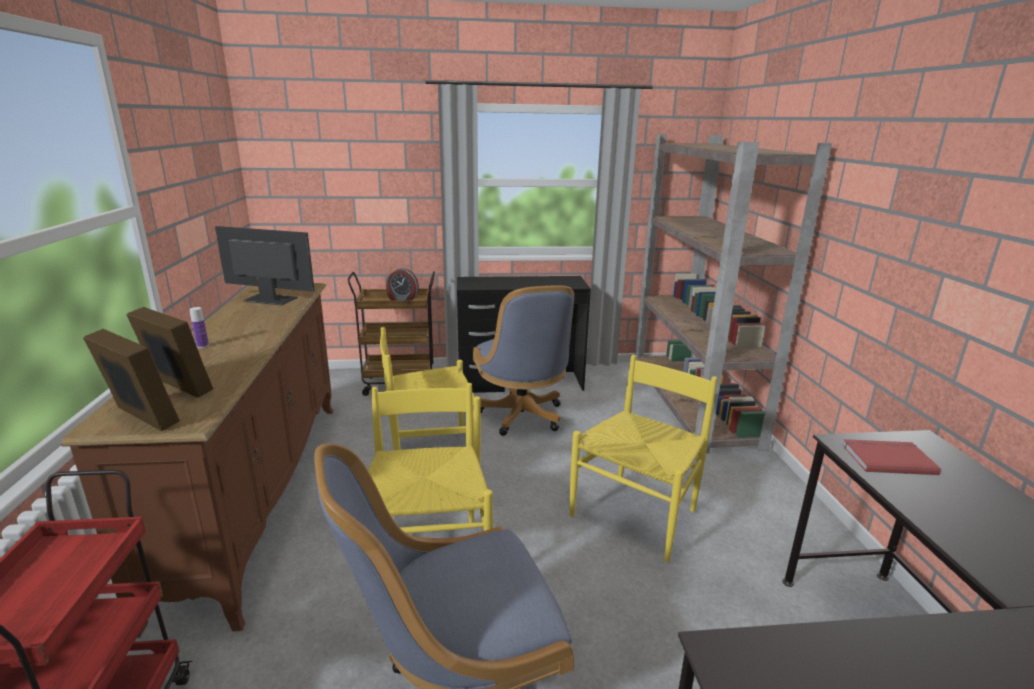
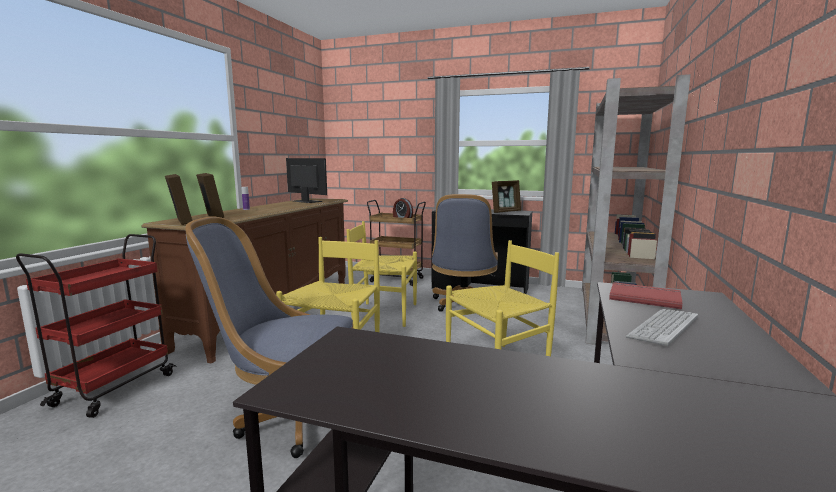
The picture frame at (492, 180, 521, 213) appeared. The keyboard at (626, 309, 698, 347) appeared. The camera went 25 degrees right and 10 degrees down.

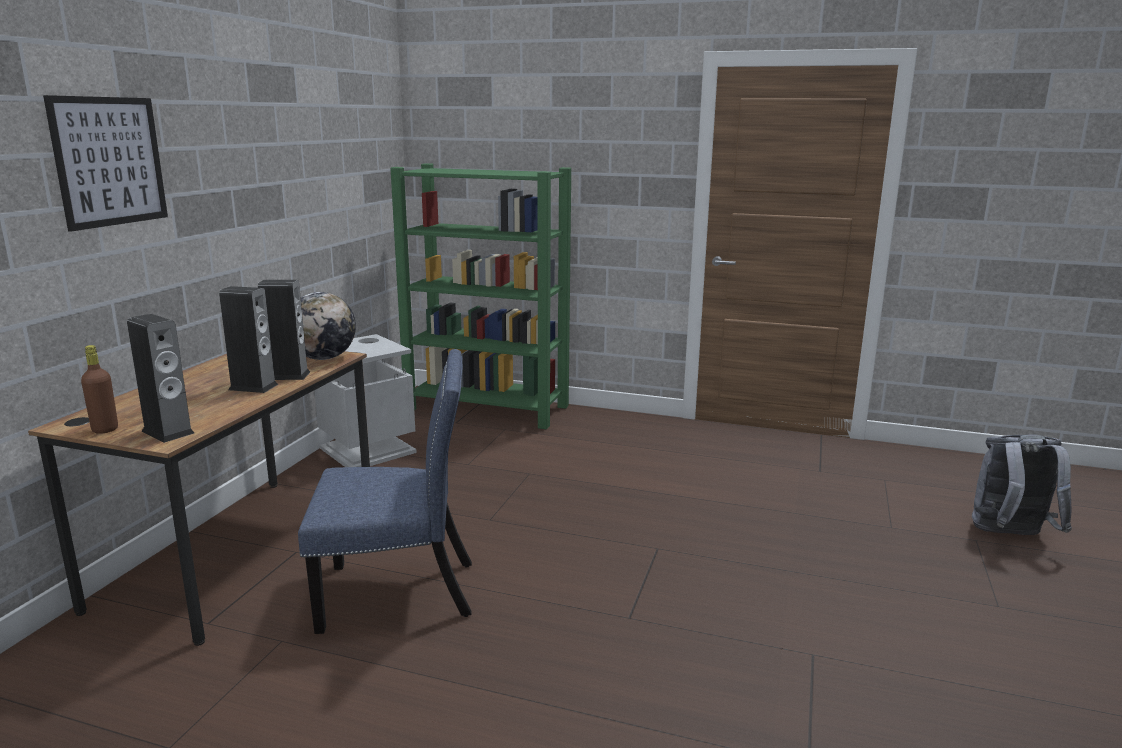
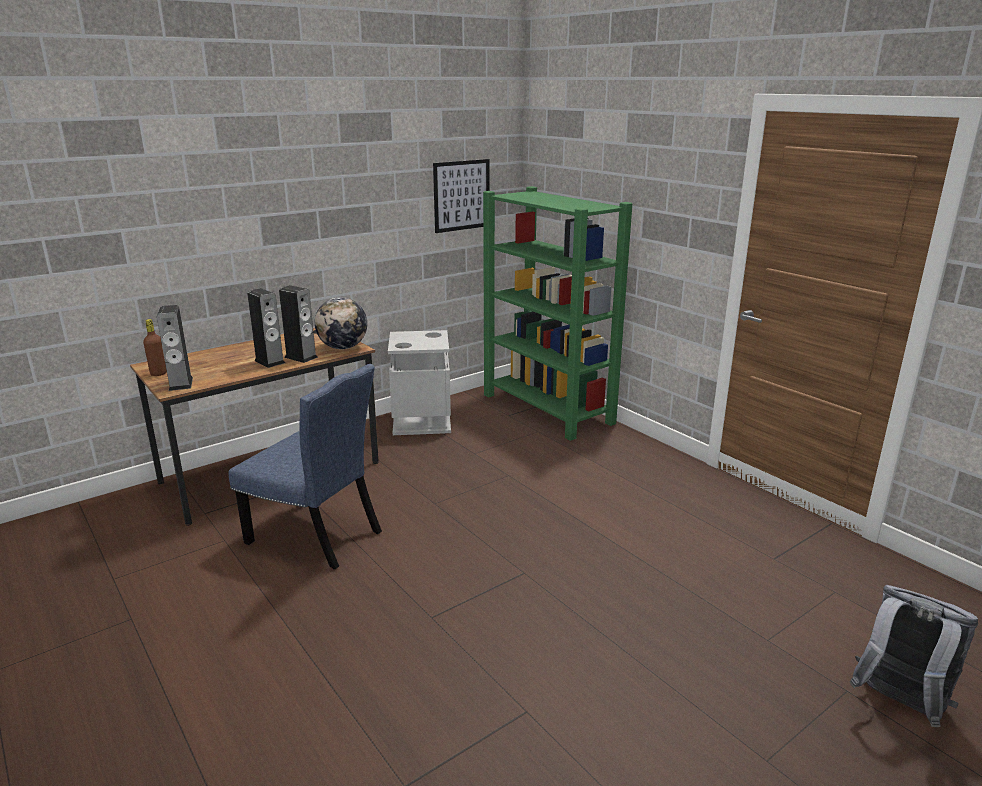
The picture moved from (43, 95, 168, 232) to (433, 159, 490, 233). The camera went 35 degrees right and 5 degrees up.

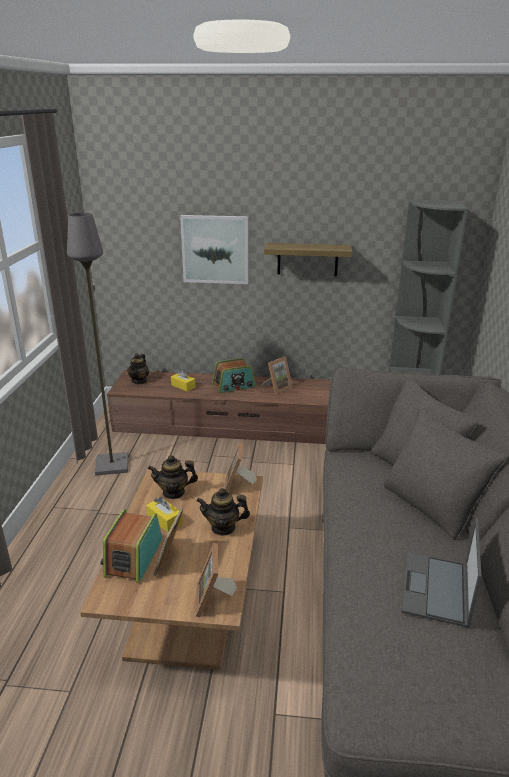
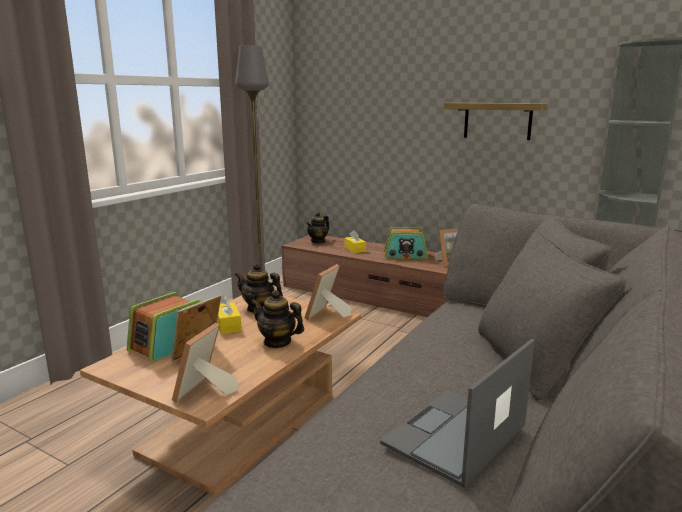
The picture at (180, 215, 248, 284) disappeared. The camera went 25 degrees right and 10 degrees down.

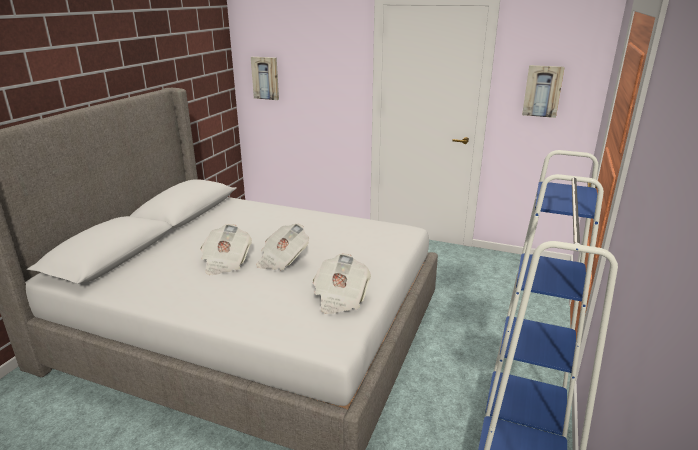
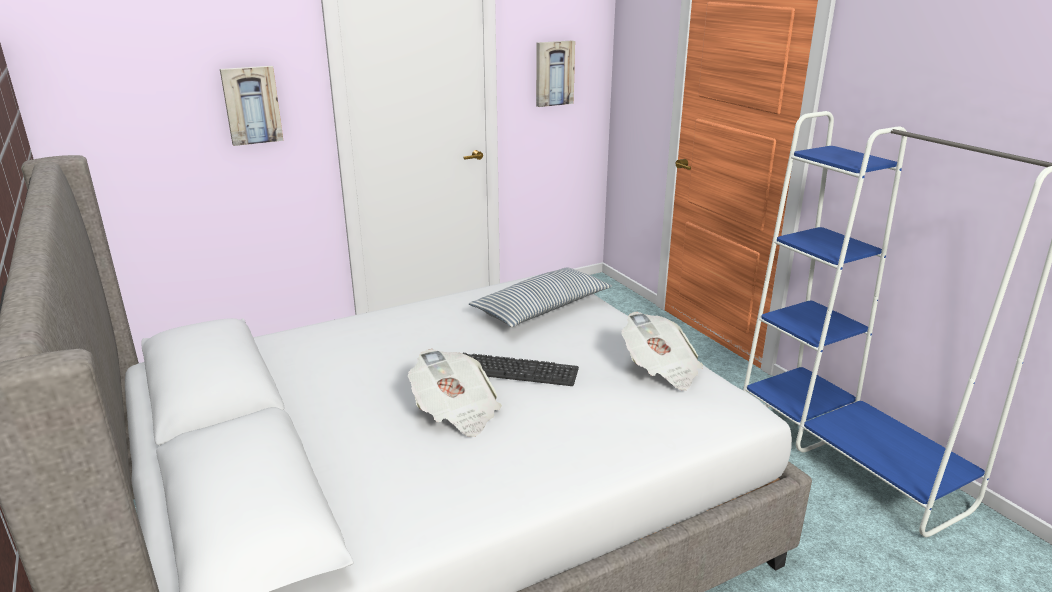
The pillow at (469, 267, 612, 327) appeared. The picture moved from (251, 57, 279, 100) to (220, 66, 284, 146). The newspaper at (256, 224, 309, 270) was replaced by the keyboard at (463, 353, 579, 386). The camera went 50 degrees left and 0 degrees up.

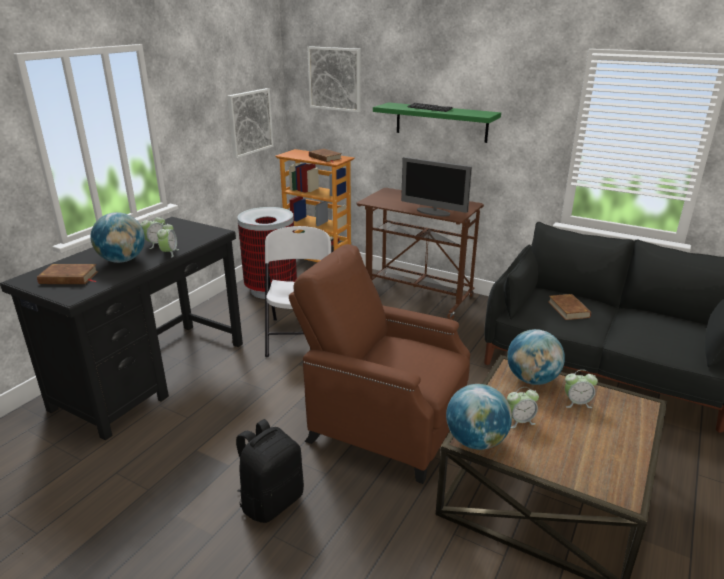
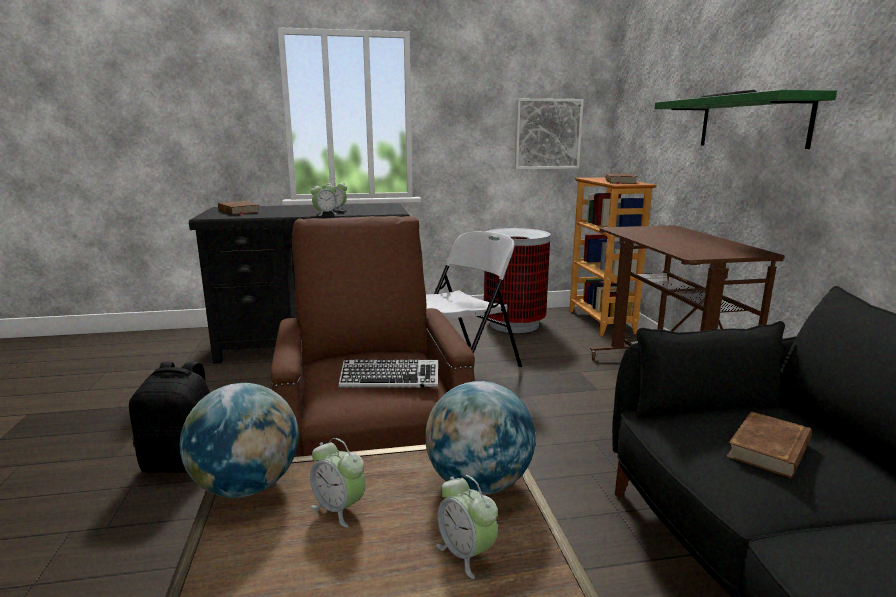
The globe at (90, 212, 145, 263) disappeared. The picture at (307, 46, 361, 112) disappeared. The monitor at (401, 157, 472, 216) disappeared. The keyboard at (339, 360, 438, 387) appeared. The camera went 50 degrees right and 10 degrees down.

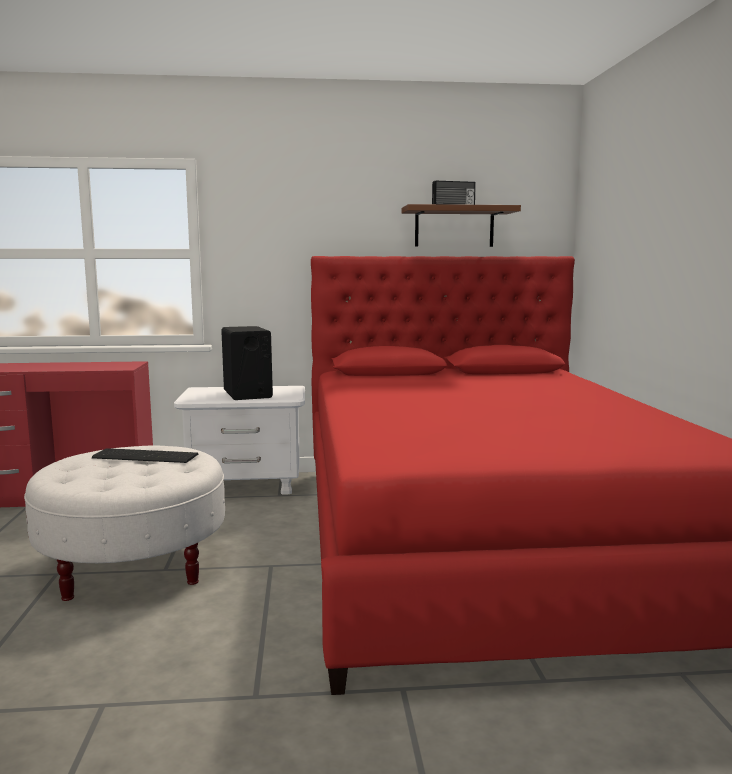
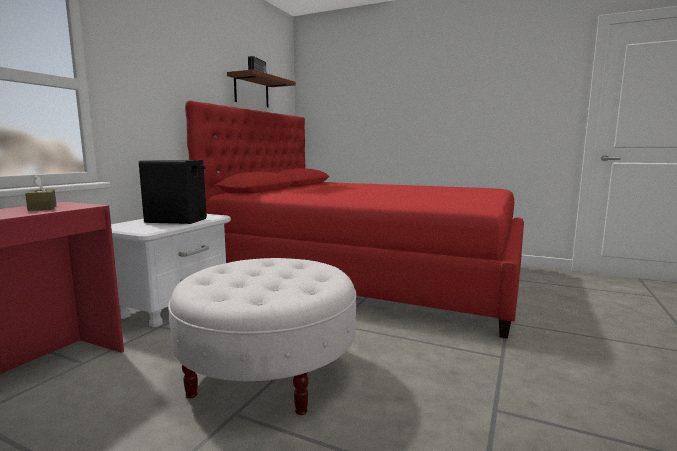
The keyboard at (92, 448, 198, 463) disappeared. The brown tissue box at (25, 175, 56, 211) appeared. The camera went 60 degrees left and 0 degrees up.

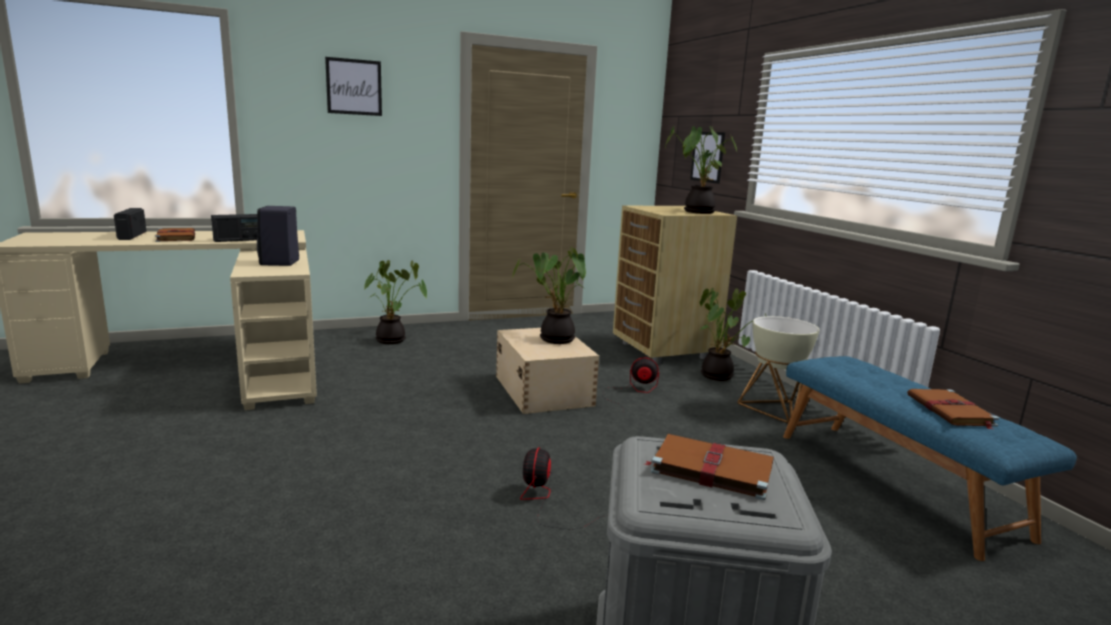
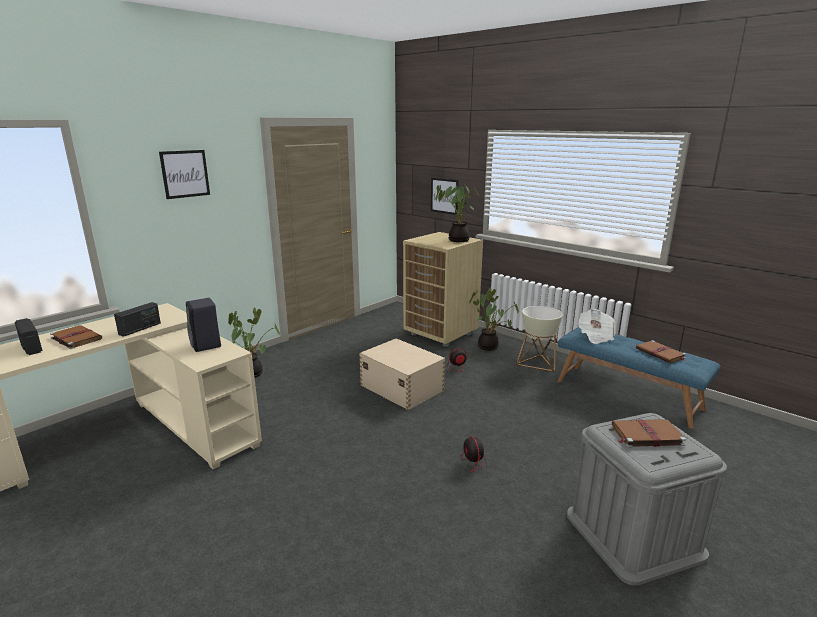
The potted plant at (512, 247, 586, 344) disappeared. The newspaper at (578, 309, 616, 344) appeared. The camera went 25 degrees left and 5 degrees up.

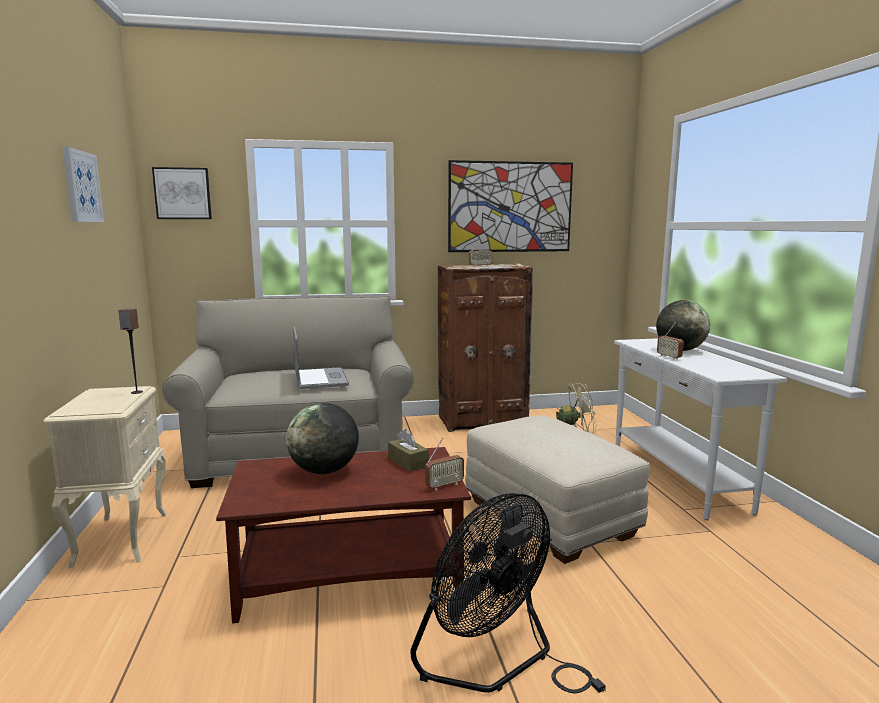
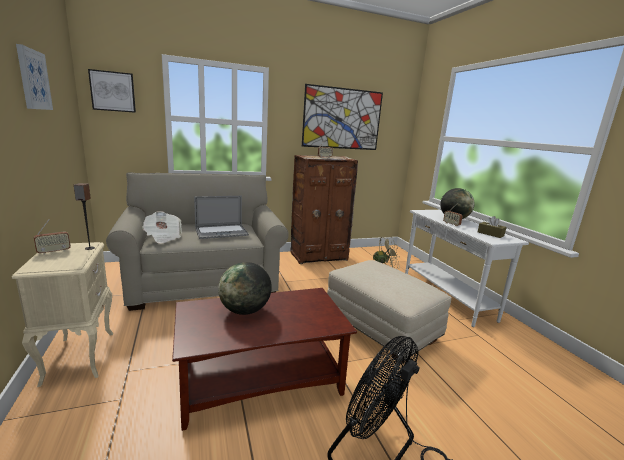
The newspaper at (142, 211, 182, 244) appeared. The brown tissue box moved from (388, 429, 429, 472) to (478, 216, 506, 238). The radio moved from (425, 437, 464, 490) to (34, 219, 71, 255). The laptop at (293, 326, 349, 389) turned 90 degrees clockwise. The camera went 10 degrees left and 5 degrees up.

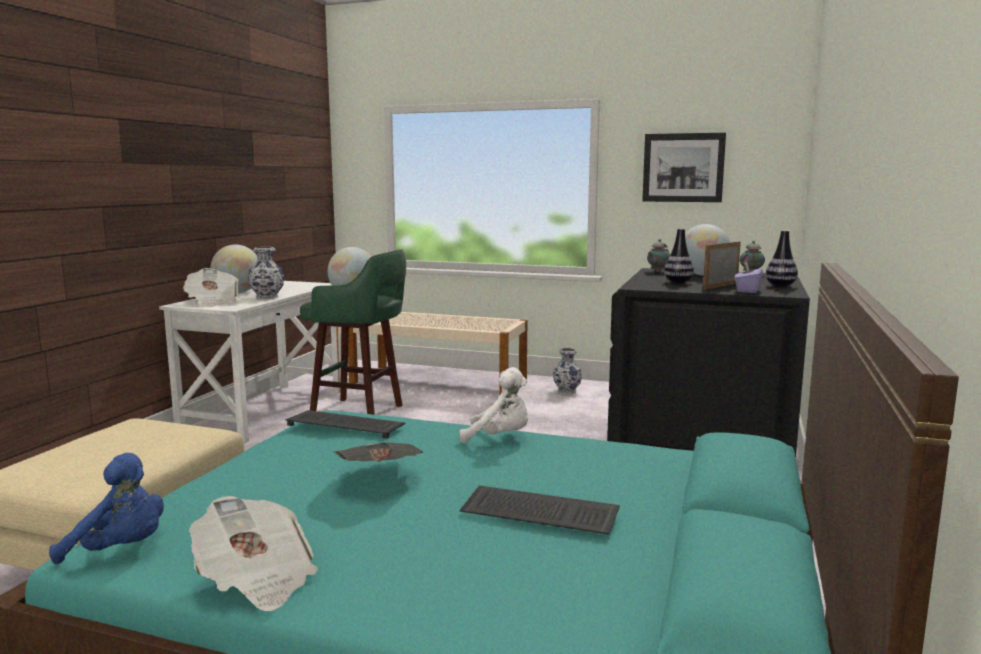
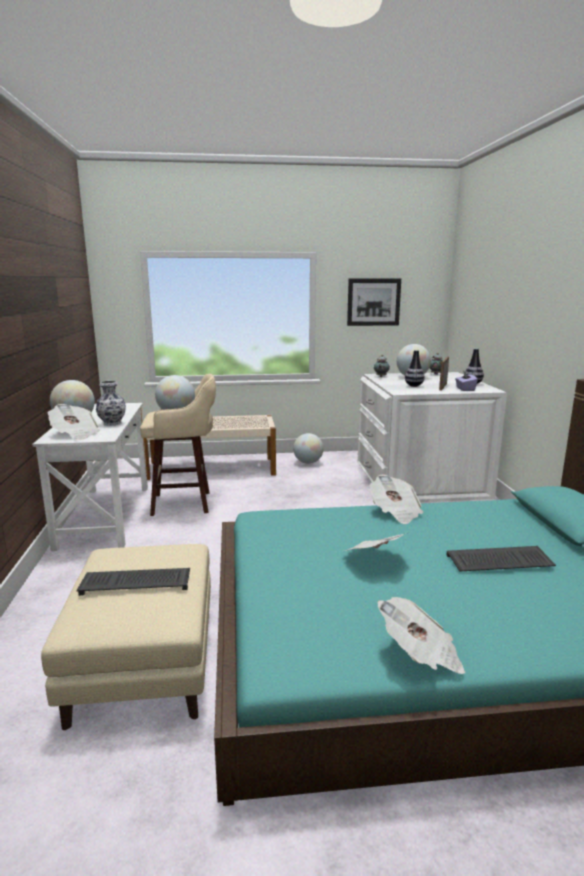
The blue plush toy at (49, 453, 164, 564) disappeared. The keyboard moved from (286, 410, 405, 439) to (76, 568, 190, 596). The white plush toy at (459, 367, 528, 443) was replaced by the newspaper at (370, 475, 423, 524). The vase at (553, 348, 582, 394) was replaced by the globe at (293, 433, 324, 464). The green stool at (300, 249, 406, 415) became the beige stool at (140, 374, 216, 516). The black dresser at (607, 268, 810, 458) became the white dresser at (358, 372, 507, 502). The camera went 25 degrees left and 5 degrees up.

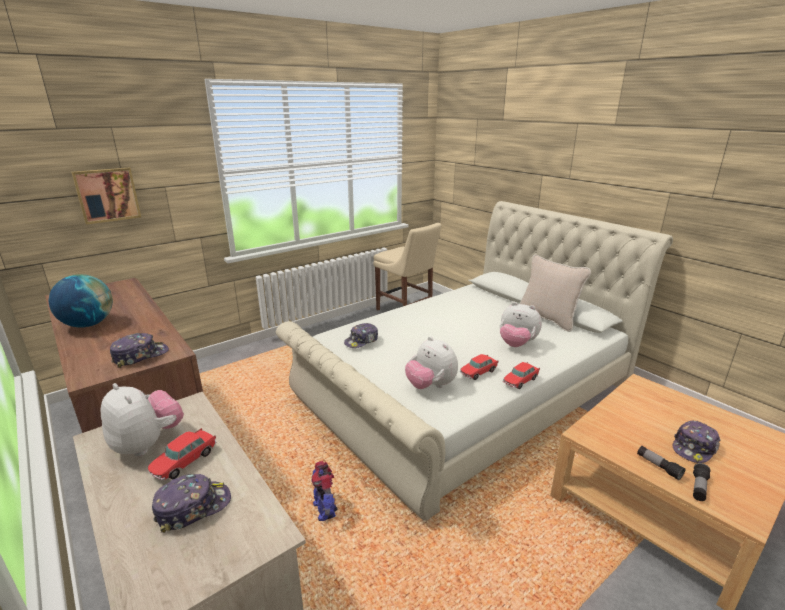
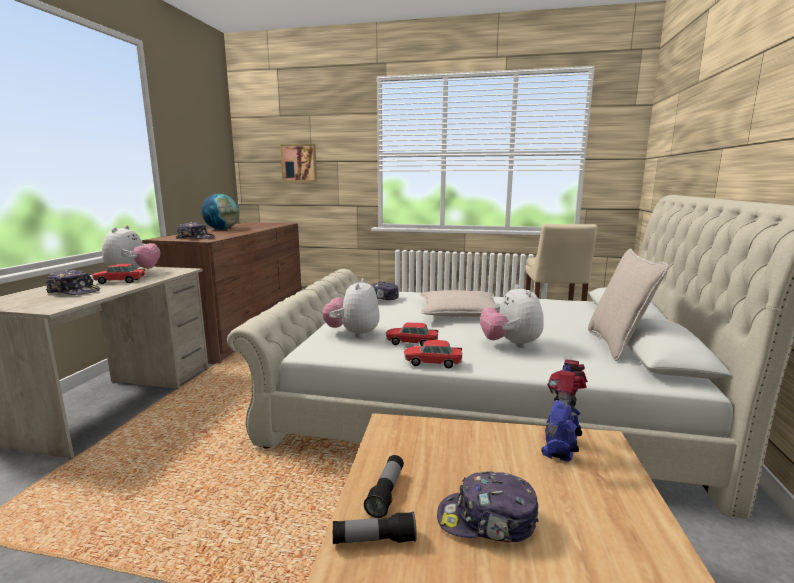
The beige pillow at (420, 290, 498, 317) appeared. The toy robot moved from (311, 461, 338, 521) to (541, 359, 588, 462). The camera went 50 degrees right and 10 degrees down.

